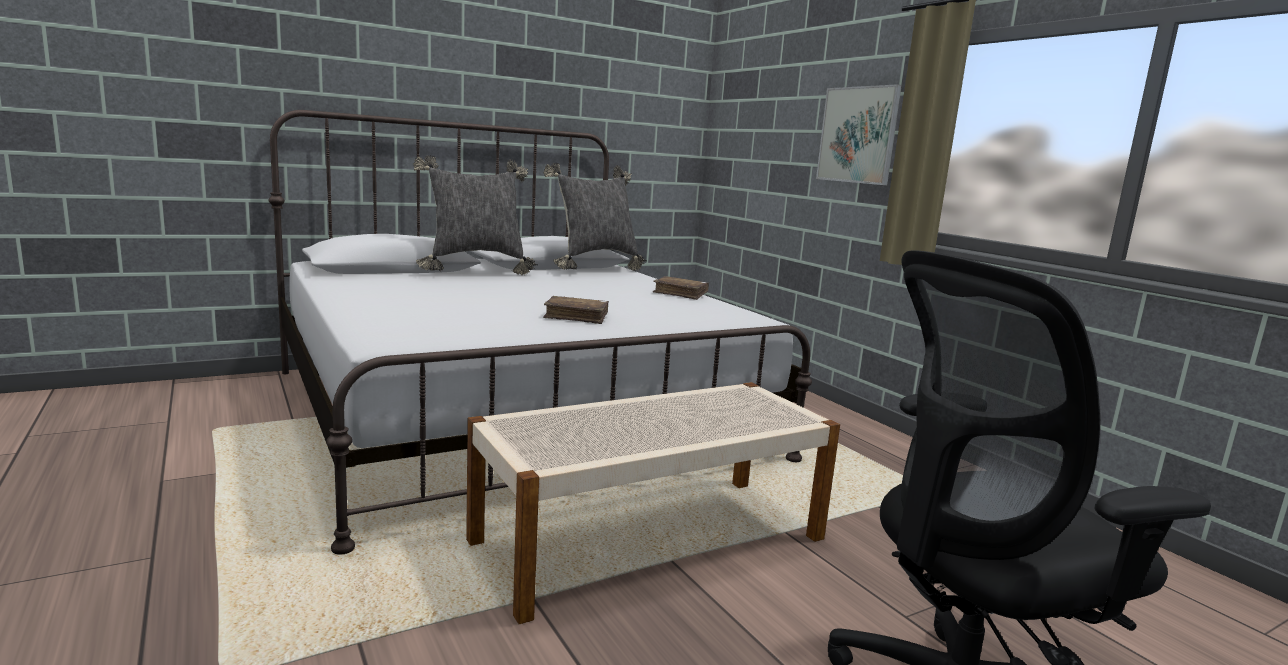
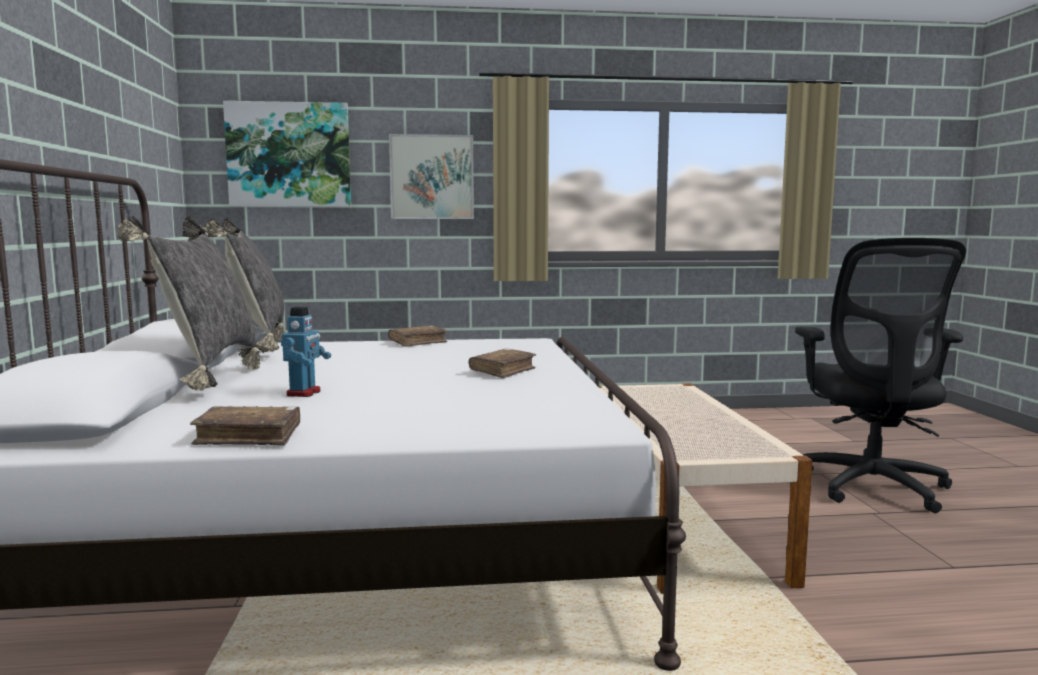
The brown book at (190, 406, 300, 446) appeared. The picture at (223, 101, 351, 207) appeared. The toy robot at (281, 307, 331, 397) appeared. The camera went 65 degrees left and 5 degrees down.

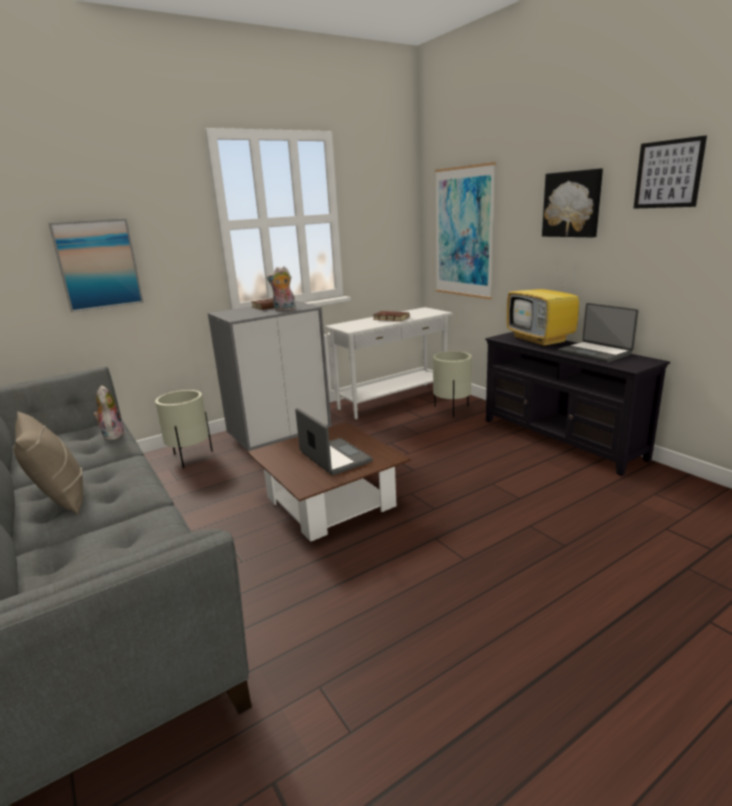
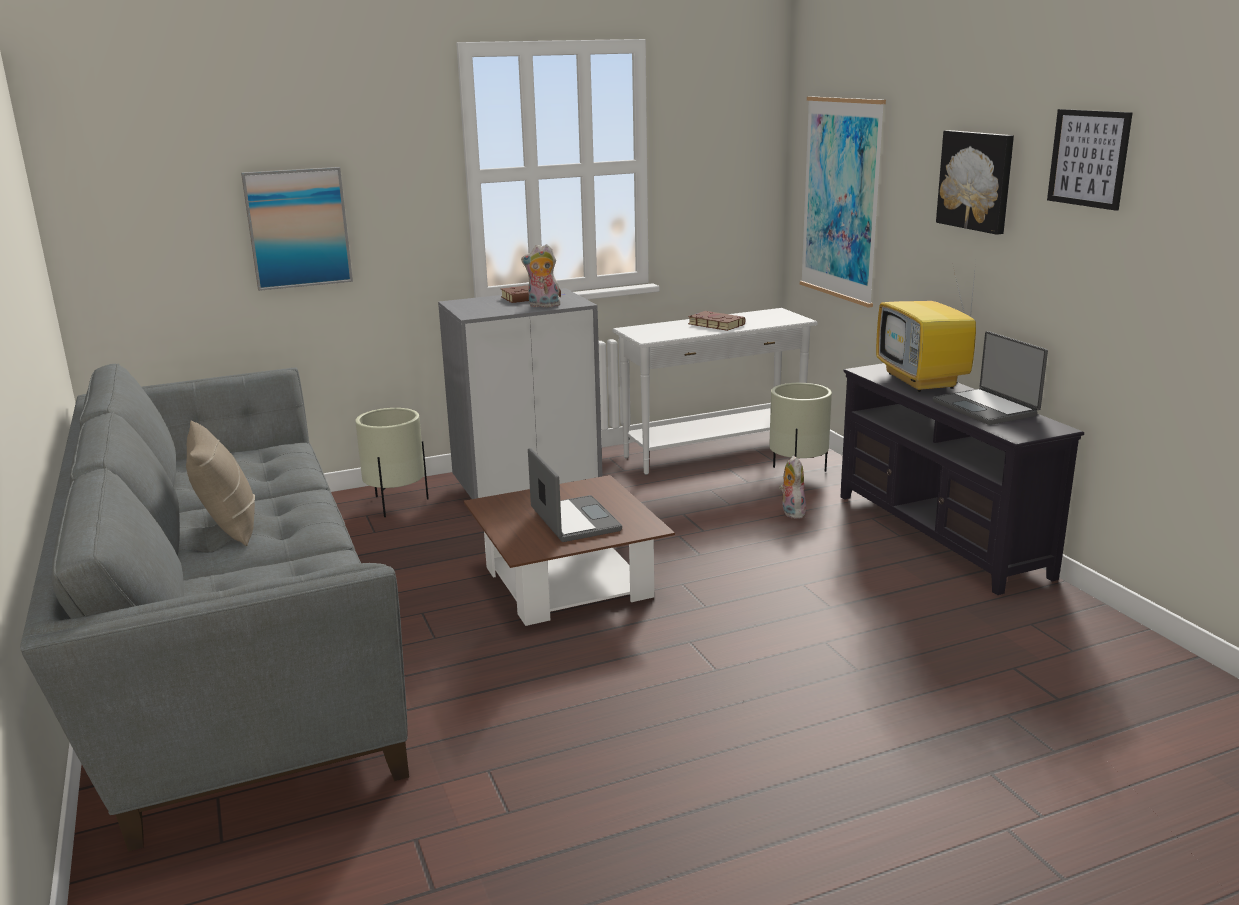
The plush toy moved from (93, 385, 125, 440) to (779, 455, 806, 519). The camera went 10 degrees right and 0 degrees up.

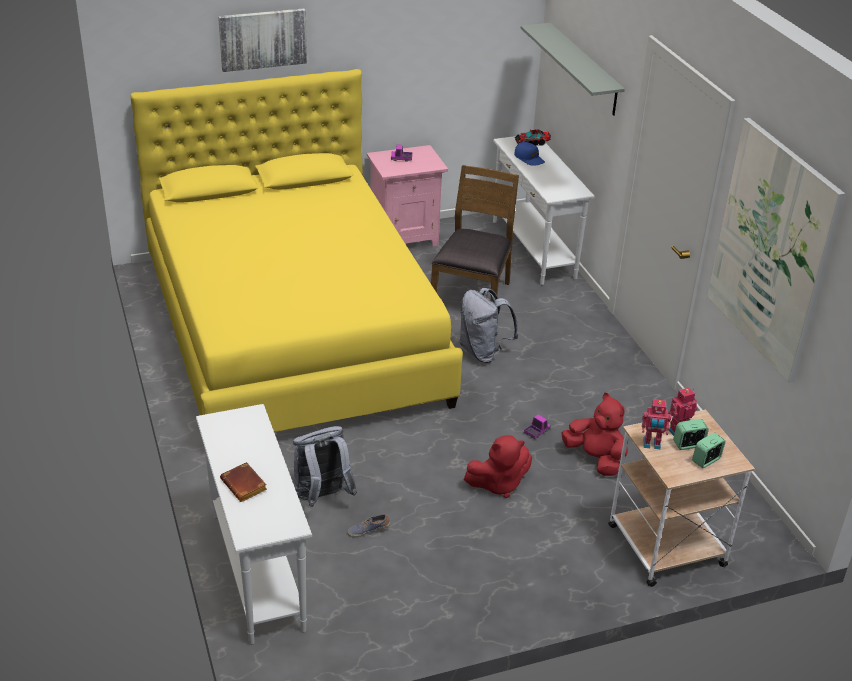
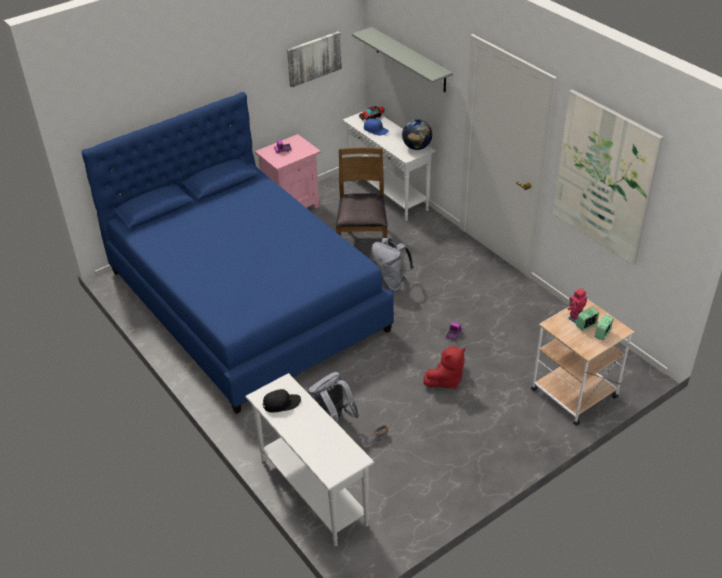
The brown book at (220, 462, 267, 502) disappeared. The red plush toy at (562, 393, 628, 476) disappeared. The toy robot at (642, 399, 671, 450) disappeared. The black cap at (262, 389, 301, 413) appeared. The globe at (402, 119, 432, 150) appeared. The picture moved from (218, 9, 307, 72) to (287, 31, 342, 87). The yellow bed at (130, 69, 463, 432) became the blue bed at (81, 92, 394, 414). The camera went 15 degrees left and 5 degrees up.

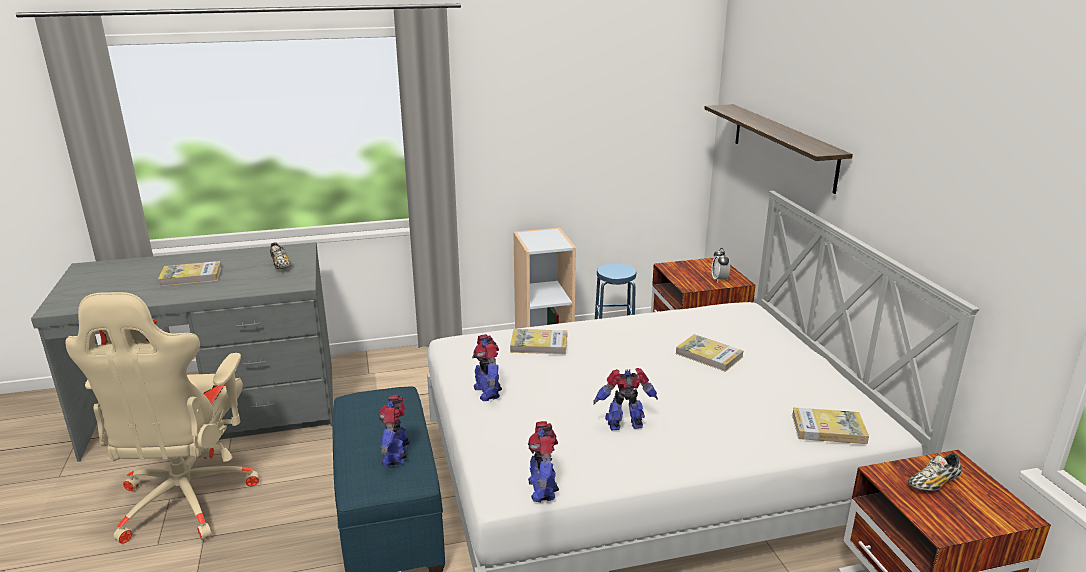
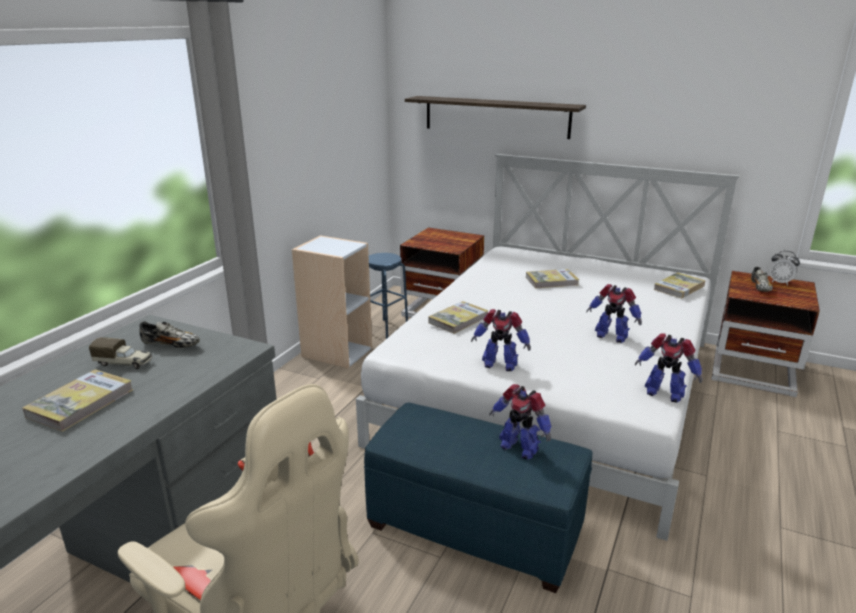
The toy truck at (89, 337, 152, 369) appeared. The alarm clock moved from (712, 248, 730, 283) to (769, 251, 800, 285). The toy robot at (593, 368, 658, 430) turned 90 degrees counterclockwise. The camera went 50 degrees left and 0 degrees up.

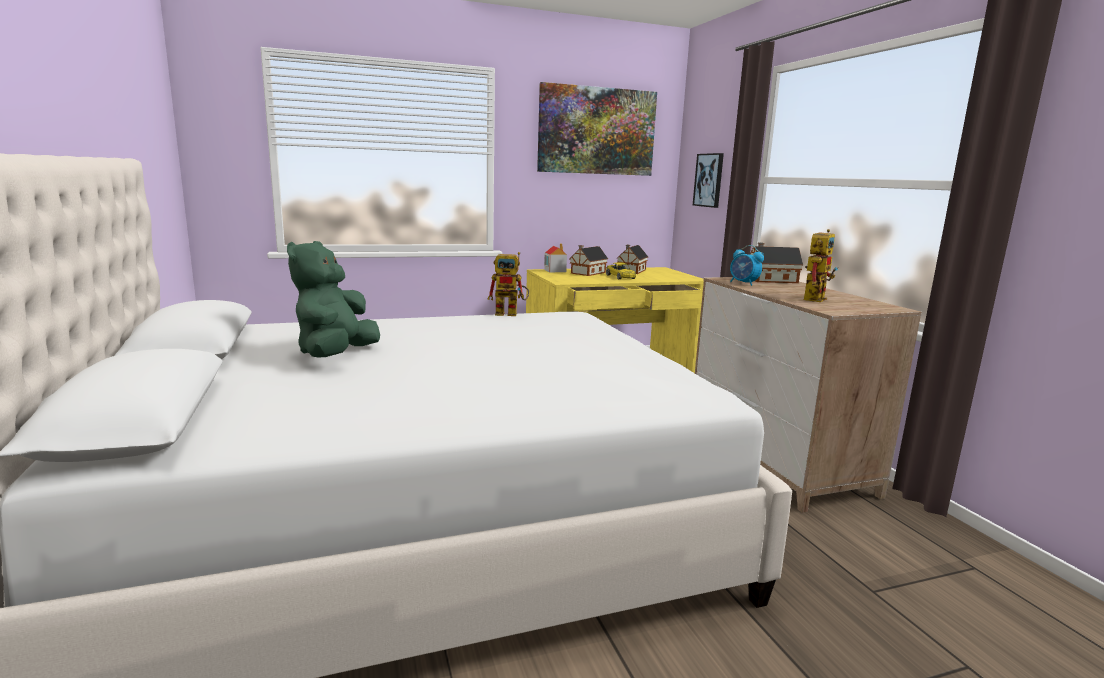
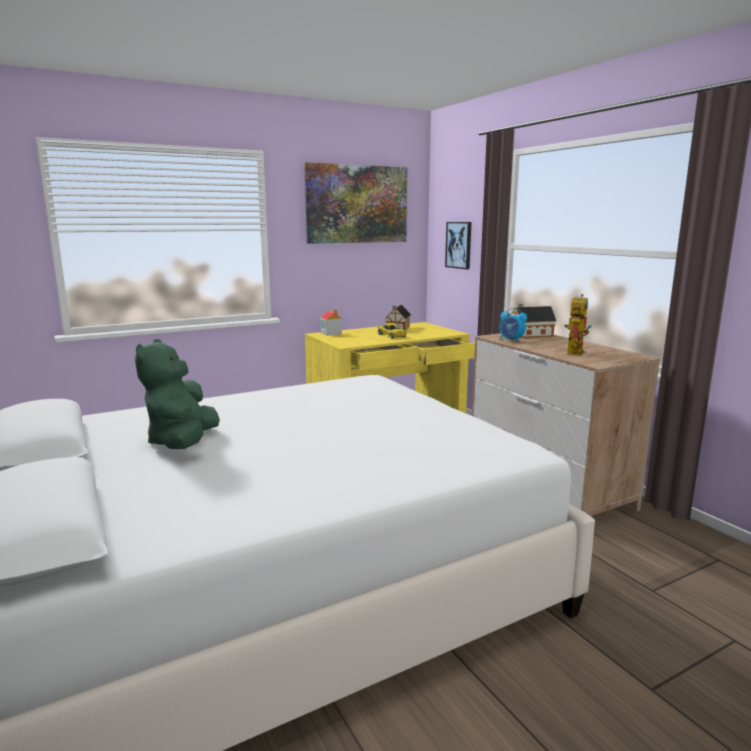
The toy robot at (487, 252, 529, 316) disappeared. The toy house at (570, 245, 608, 276) disappeared. The camera went 10 degrees left and 0 degrees up.

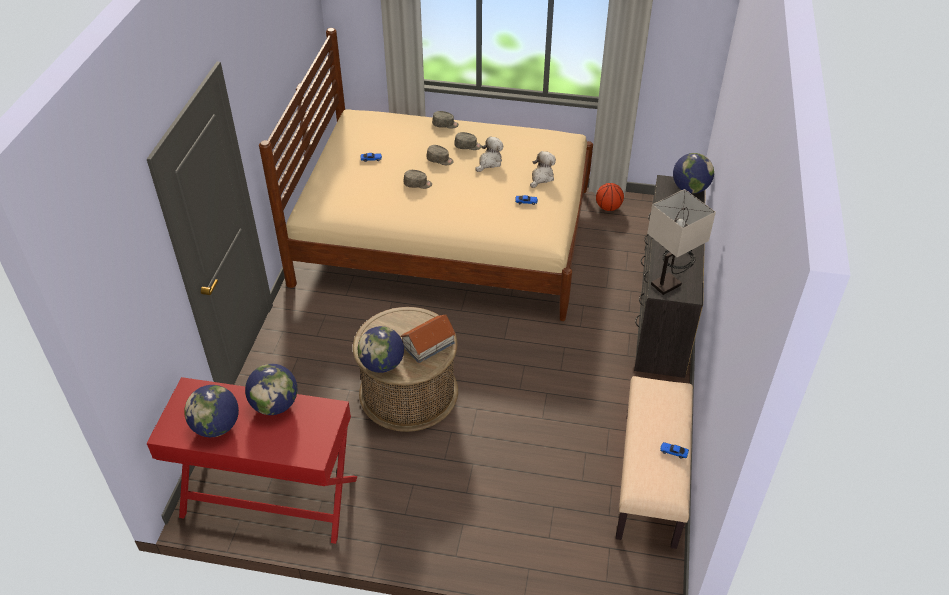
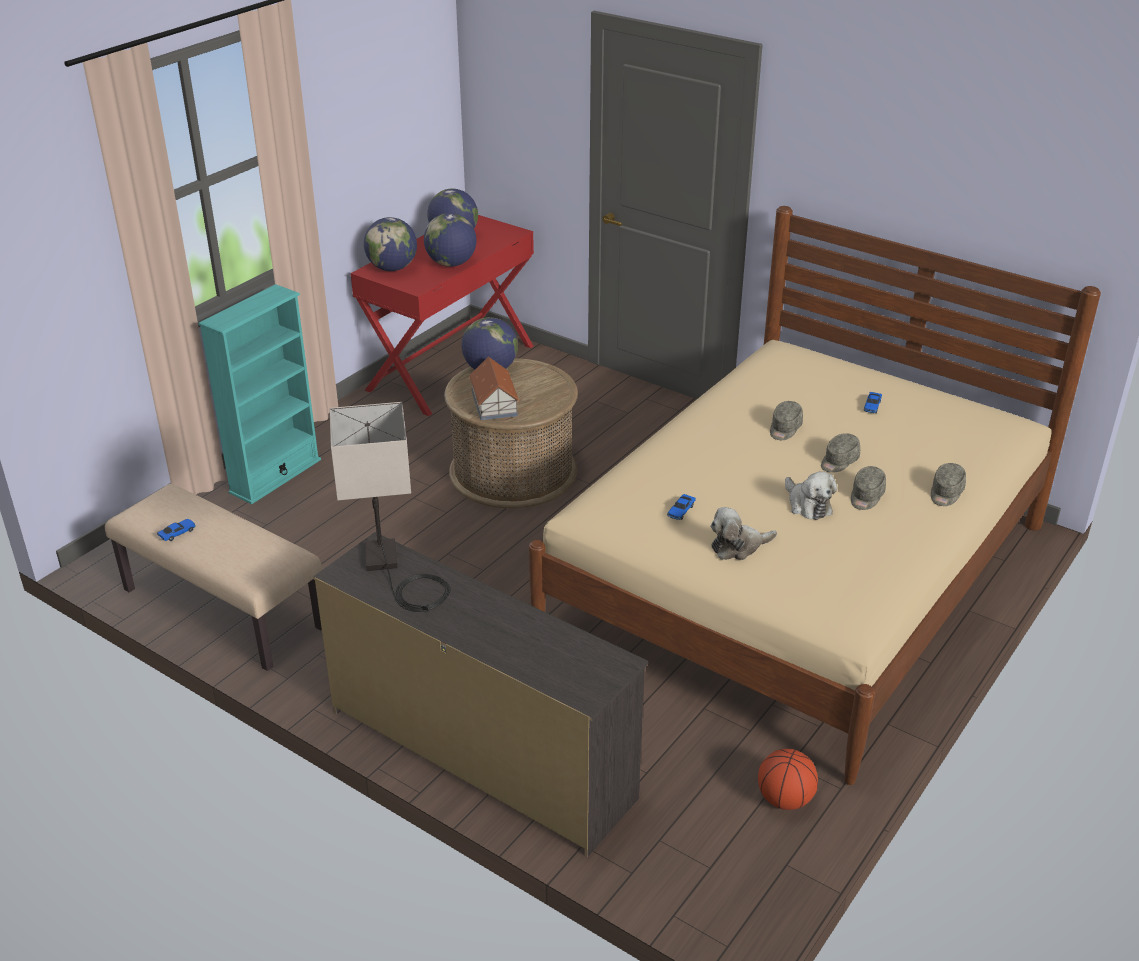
The turquoise bookcase at (198, 284, 321, 504) appeared. The globe moved from (673, 153, 714, 194) to (364, 217, 417, 271). The plush toy at (530, 151, 556, 188) turned 105 degrees clockwise. The camera went 115 degrees right and 10 degrees down.

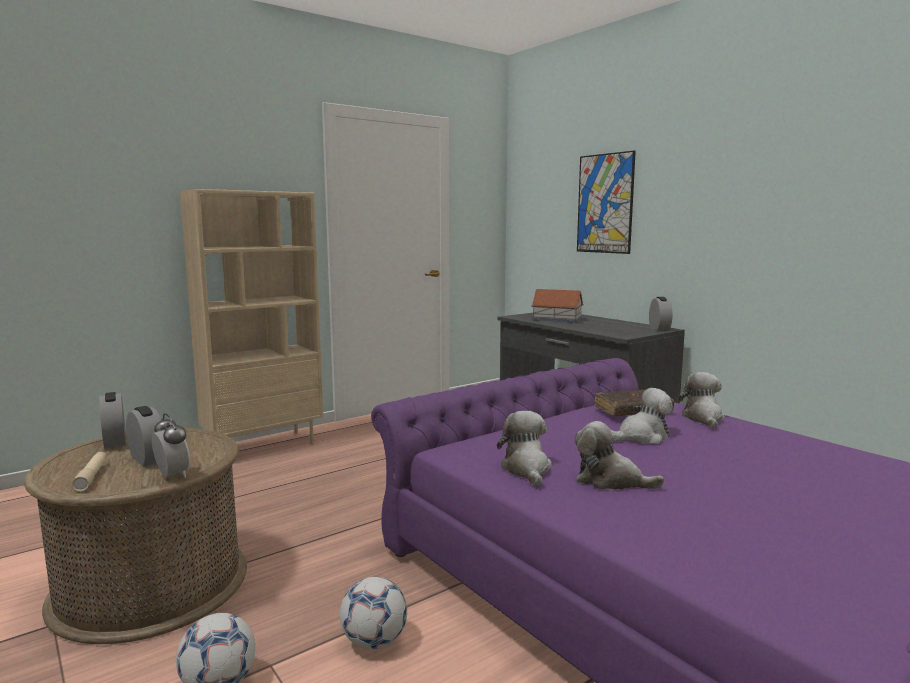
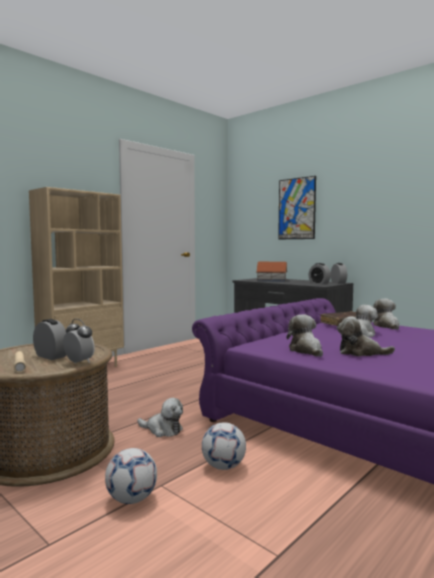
The plush toy at (137, 398, 183, 437) appeared. The alarm clock moved from (99, 392, 126, 449) to (308, 263, 331, 284). The camera went 10 degrees left and 5 degrees down.

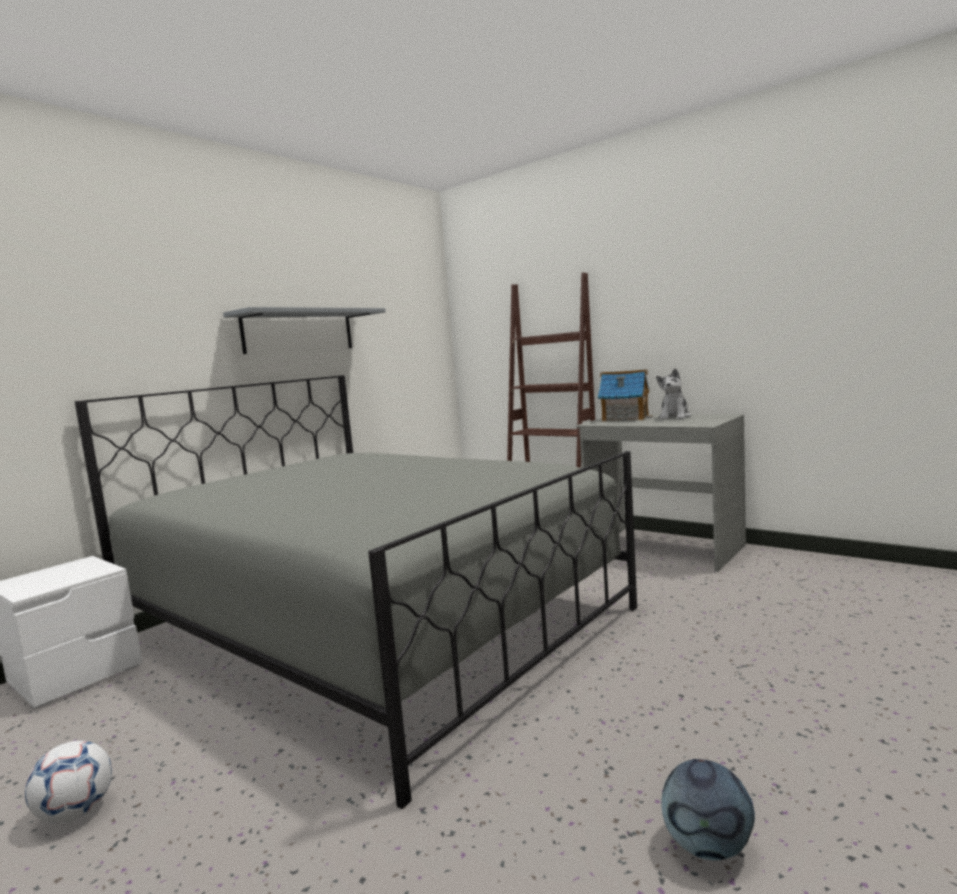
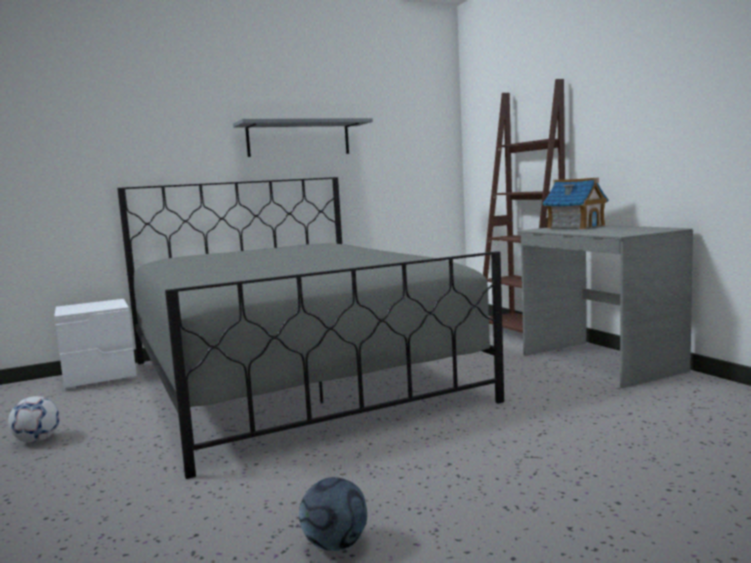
The plush toy at (656, 368, 691, 419) disappeared. The camera went 25 degrees right and 0 degrees up.

